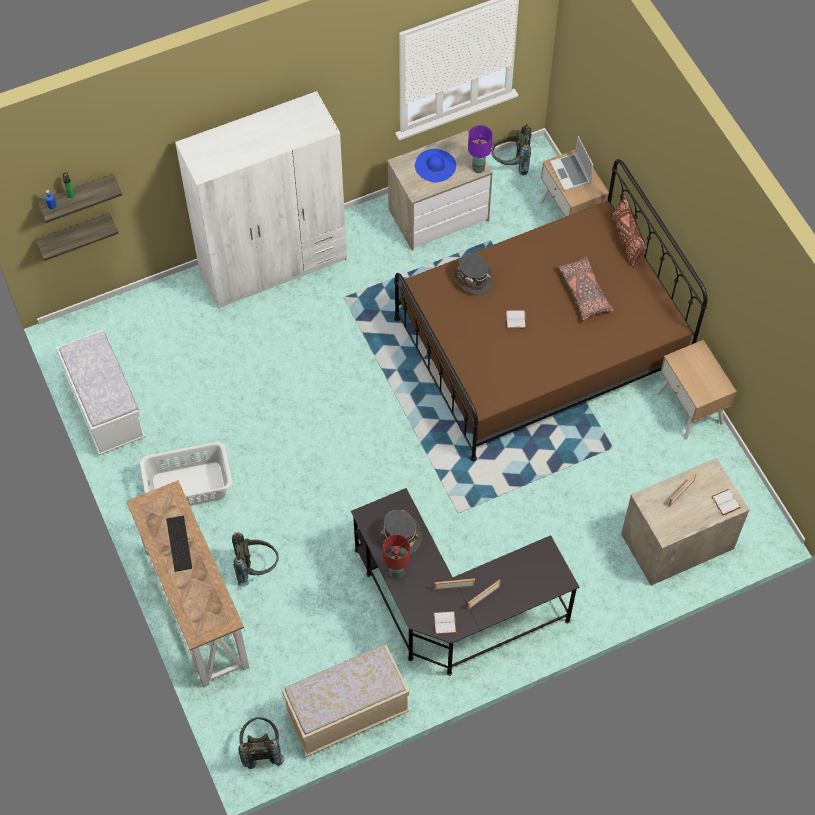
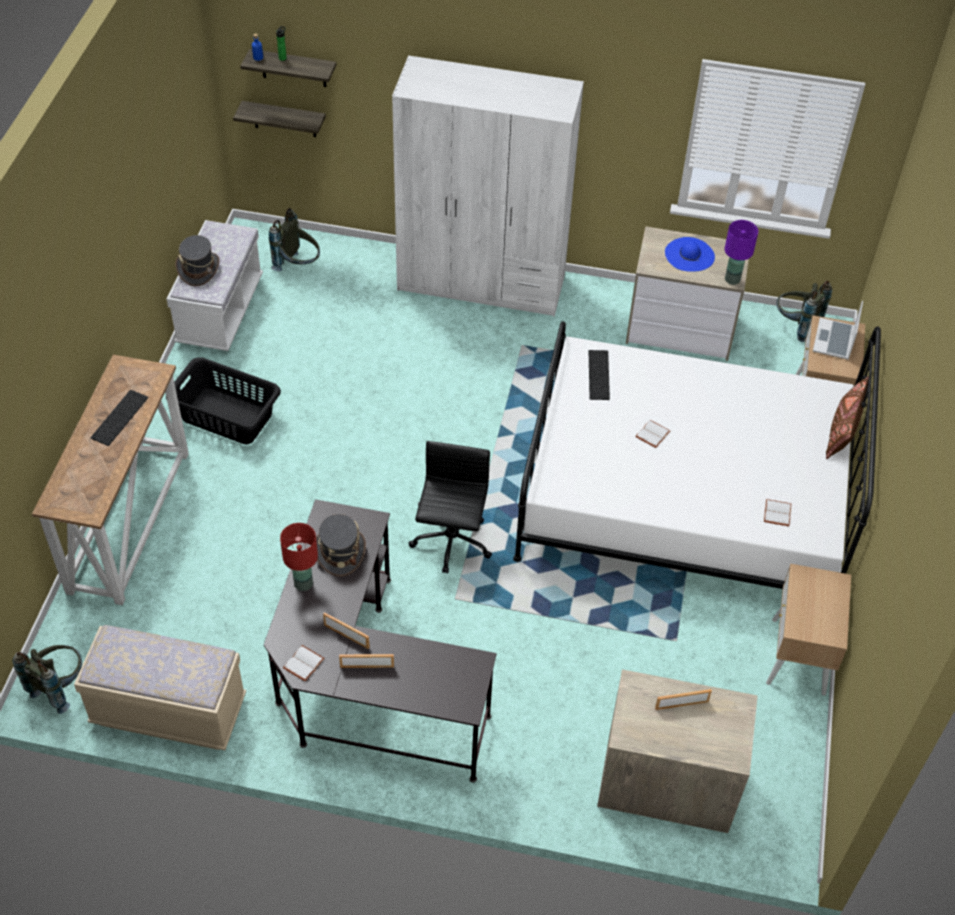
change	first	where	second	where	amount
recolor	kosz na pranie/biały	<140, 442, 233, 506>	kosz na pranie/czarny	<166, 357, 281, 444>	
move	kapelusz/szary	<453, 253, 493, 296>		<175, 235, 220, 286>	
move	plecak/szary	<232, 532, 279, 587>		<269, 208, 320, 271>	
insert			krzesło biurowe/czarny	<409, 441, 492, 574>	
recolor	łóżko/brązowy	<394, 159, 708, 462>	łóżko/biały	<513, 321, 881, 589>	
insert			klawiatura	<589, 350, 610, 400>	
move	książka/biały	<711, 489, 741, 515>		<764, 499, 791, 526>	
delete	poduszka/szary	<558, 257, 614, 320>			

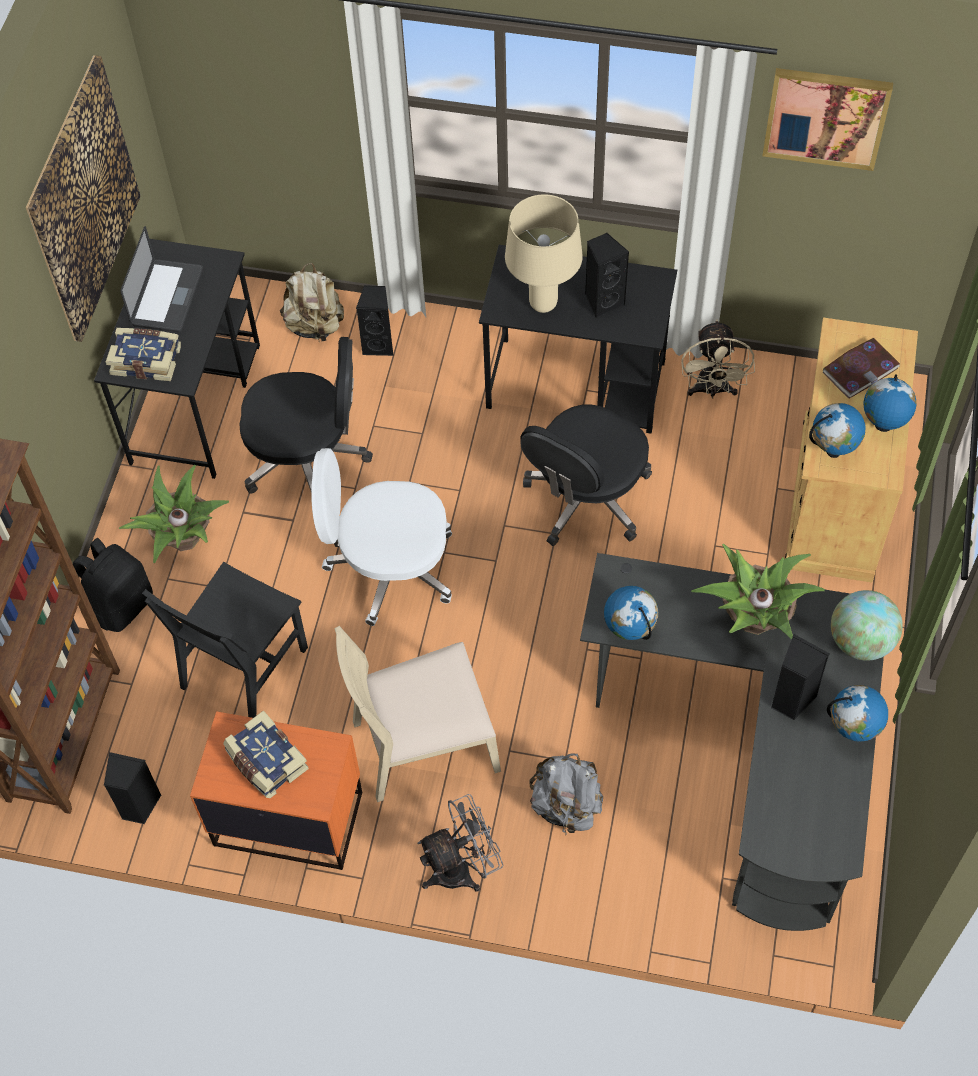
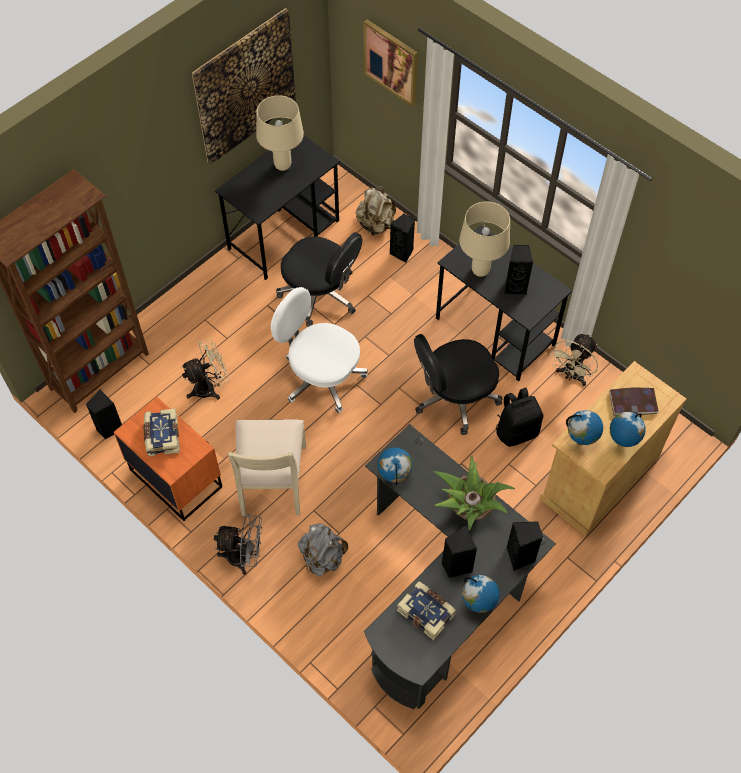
change	first	where	second	where	amount
replace	krzesło/czarny	<142, 562, 308, 718>	wentylator/beżowy	<181, 338, 230, 399>	
rotate	krzesło/beżowy	<334, 626, 501, 802>		<228, 419, 306, 516>	105 degrees counterclockwise
replace	laptop	<120, 226, 203, 332>	lampa stołowa/beżowy	<256, 95, 304, 171>	
move	obraz	<762, 68, 893, 171>		<364, 19, 418, 106>	
move	książka	<106, 328, 181, 381>		<397, 581, 456, 640>	
move	plecak/czarny	<73, 538, 153, 632>		<496, 388, 543, 447>	
replace	globus	<831, 590, 903, 661>	głośnik/czarny	<506, 521, 543, 571>	
delete	roślina doniczkowa	<119, 465, 229, 563>			

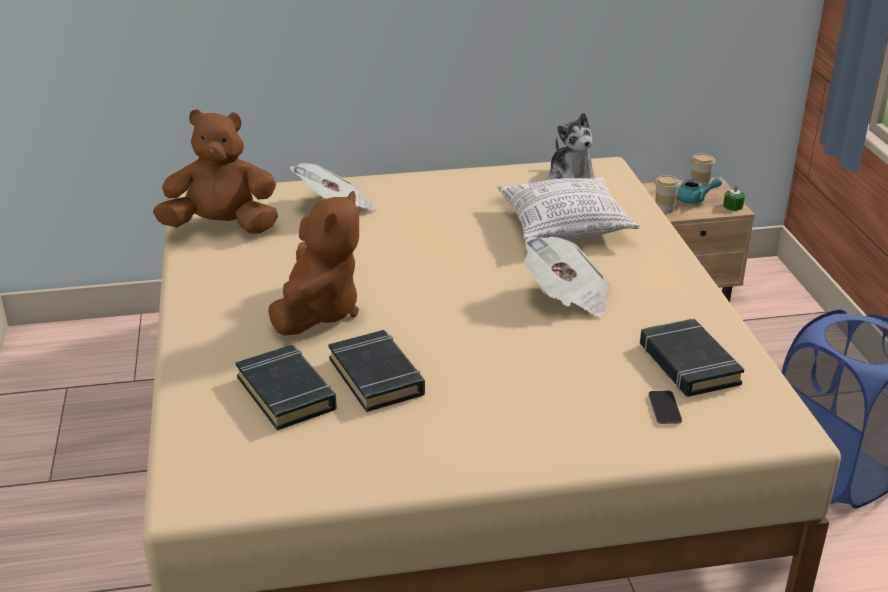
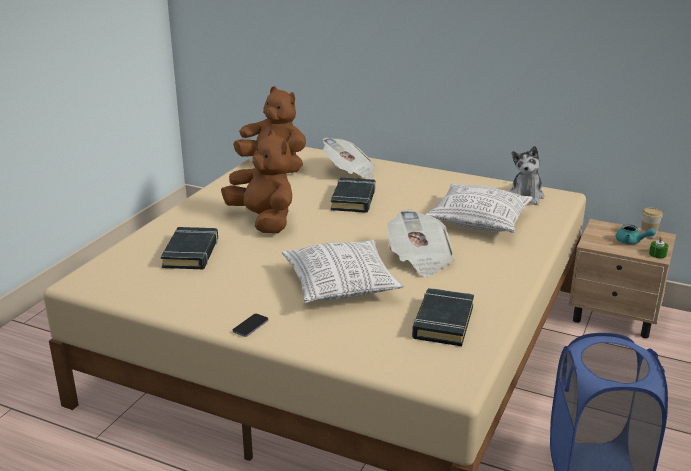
change	first	where	second	where	amount
rotate	pluszak/brązowy	<268, 191, 359, 336>		<221, 130, 292, 233>	90 degrees counterclockwise
move	telefon	<649, 391, 682, 424>		<233, 314, 268, 337>	
insert			poduszka	<282, 240, 404, 303>	
move	książka/czarny	<329, 330, 425, 412>		<331, 178, 376, 213>	
delete	filiżanka	<655, 175, 680, 214>			

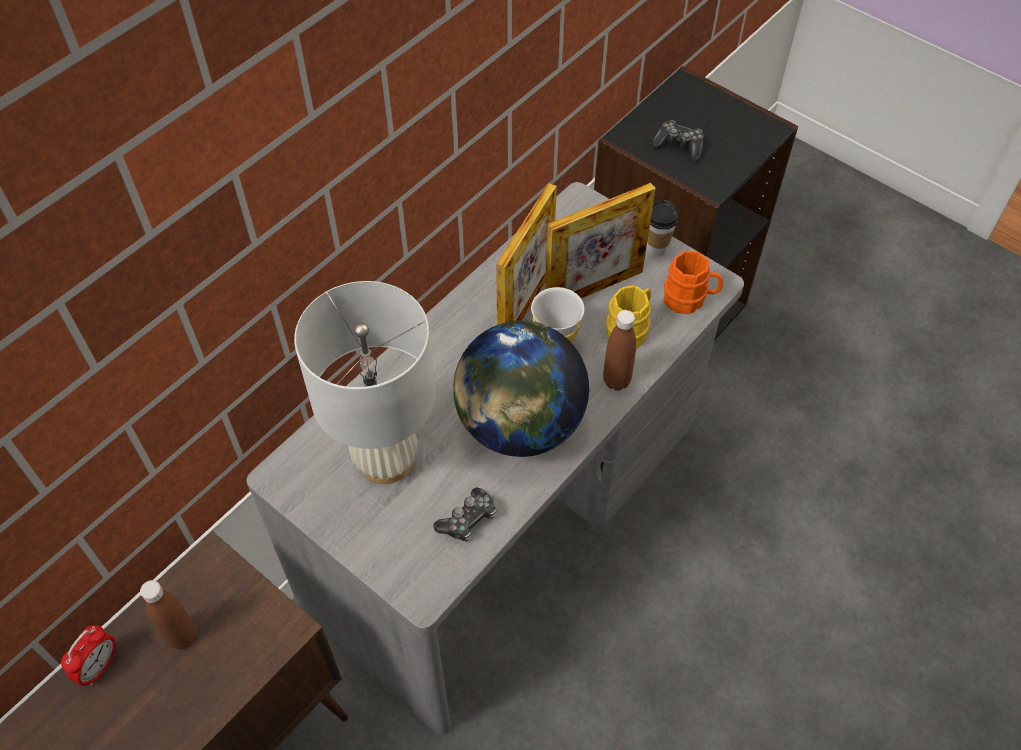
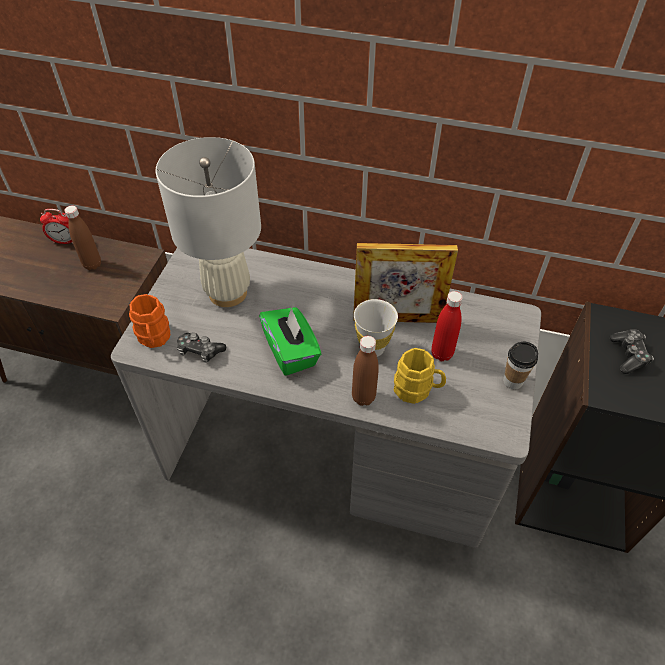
change	first	where	second	where	amount
move	kubek/pomarańczowy	<664, 250, 723, 314>		<129, 294, 171, 348>	
replace	globus	<453, 321, 589, 457>	pudełko chusteczek/zielony	<259, 307, 321, 376>	
replace	ramka na zdjęcie	<545, 183, 656, 298>	butelka/czerwony	<431, 291, 463, 361>	

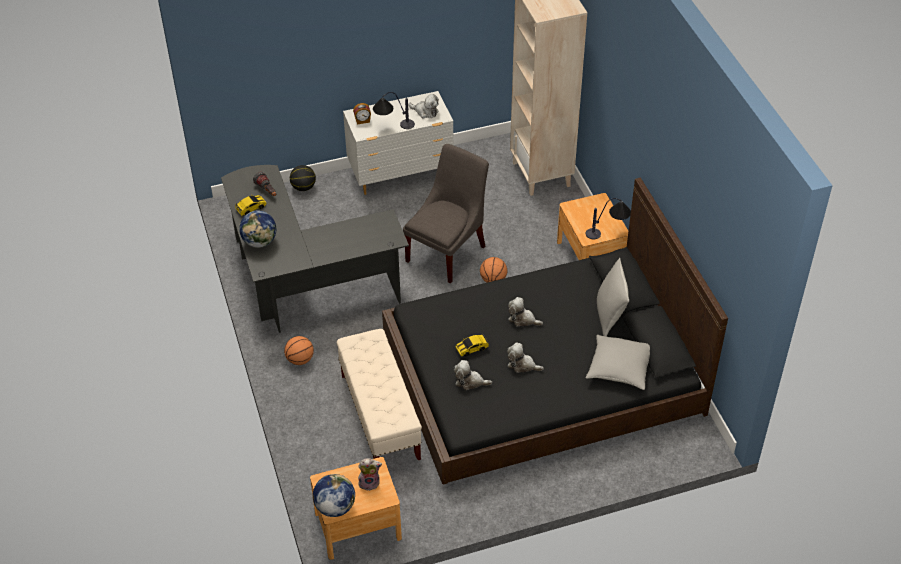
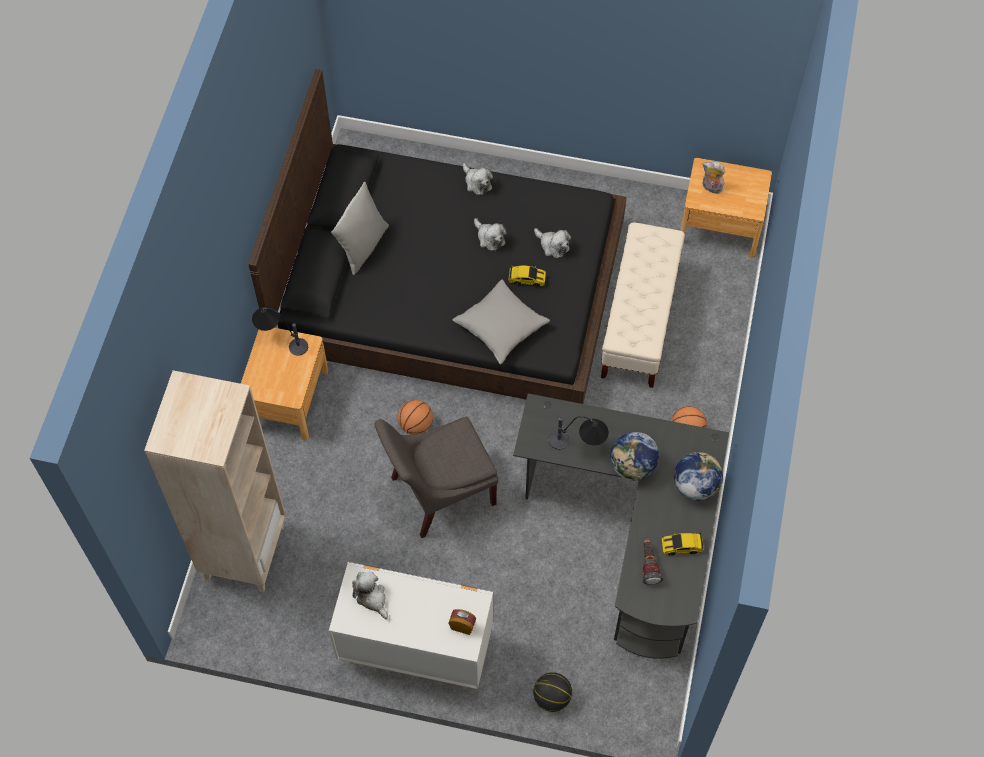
change	first	where	second	where	amount
move	poduszka/szary	<586, 335, 650, 390>		<453, 279, 550, 364>	
move	pluszak	<508, 297, 543, 327>		<463, 163, 493, 195>	
move	lampa stołowa	<373, 92, 415, 129>		<549, 416, 609, 450>	
move	globus	<313, 474, 355, 517>		<610, 432, 659, 481>	

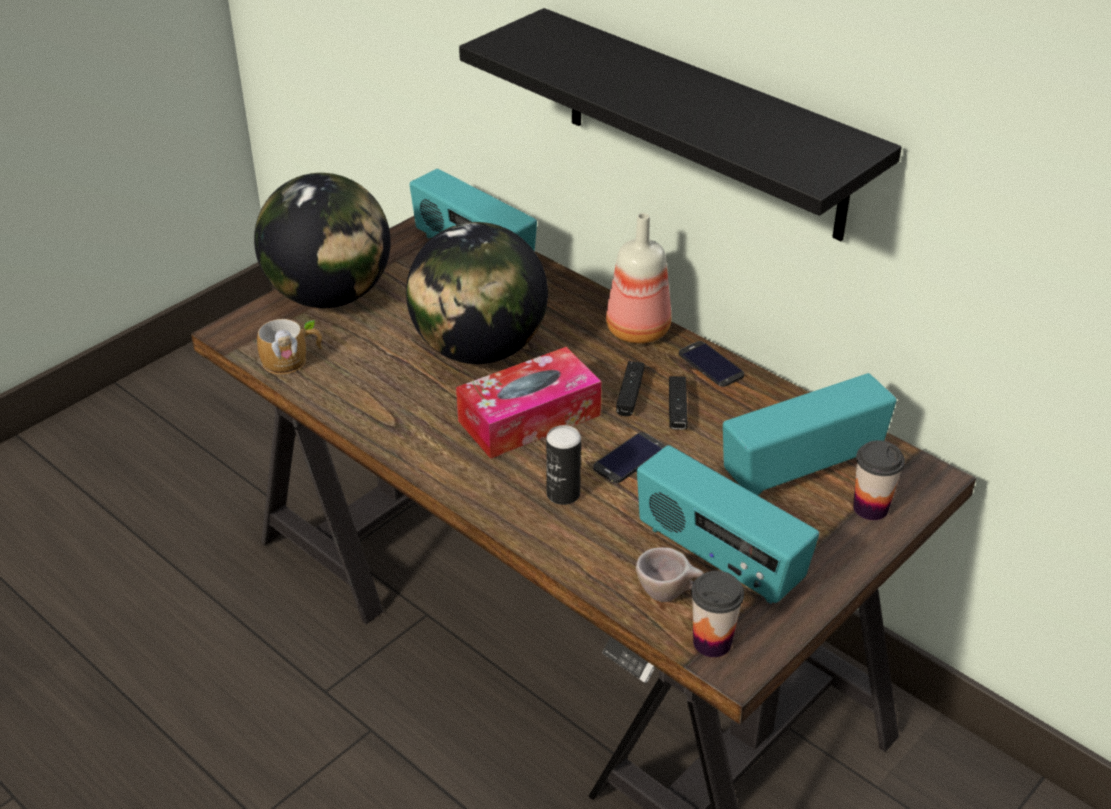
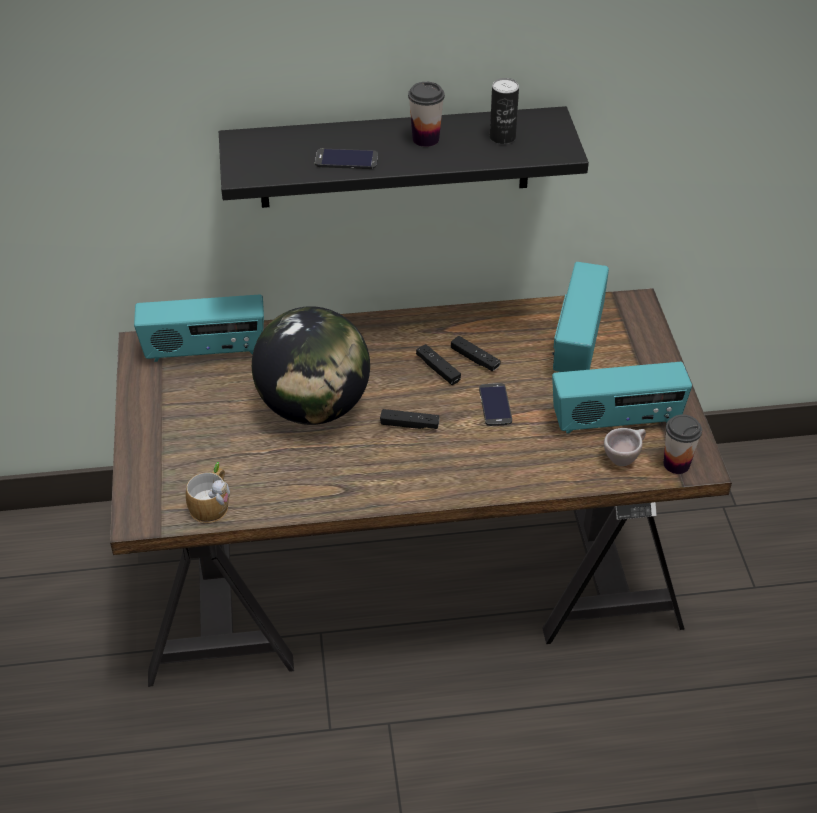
change	first	where	second	where	amount
move	telefon	<679, 341, 744, 387>		<315, 149, 378, 169>	
replace	pudełko chusteczek	<456, 347, 601, 459>	pad do gier/czarny	<380, 409, 439, 429>	
move	filiżanka	<853, 440, 905, 520>		<408, 82, 445, 147>	
move	puszka	<546, 425, 581, 505>		<490, 78, 519, 144>	
delete	globus	<254, 173, 391, 308>			
delete	butelka	<606, 213, 671, 344>			

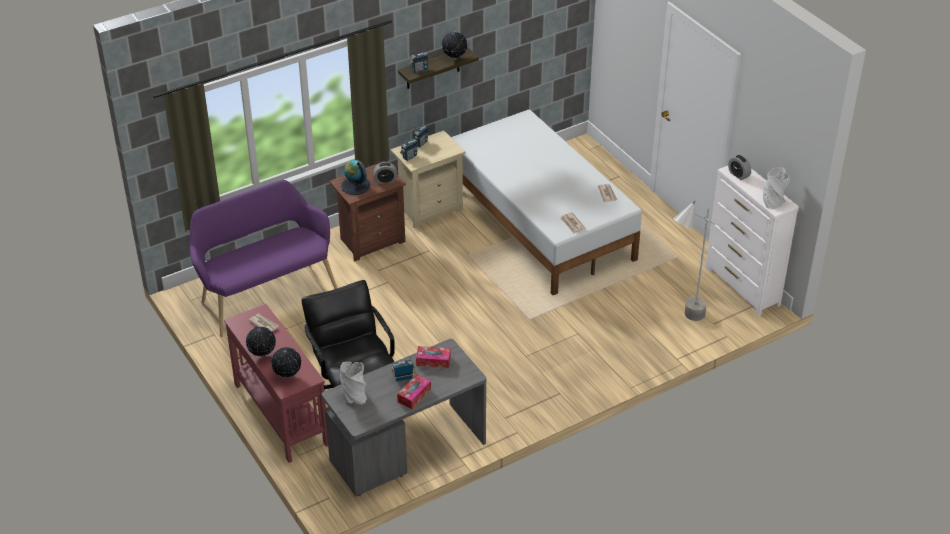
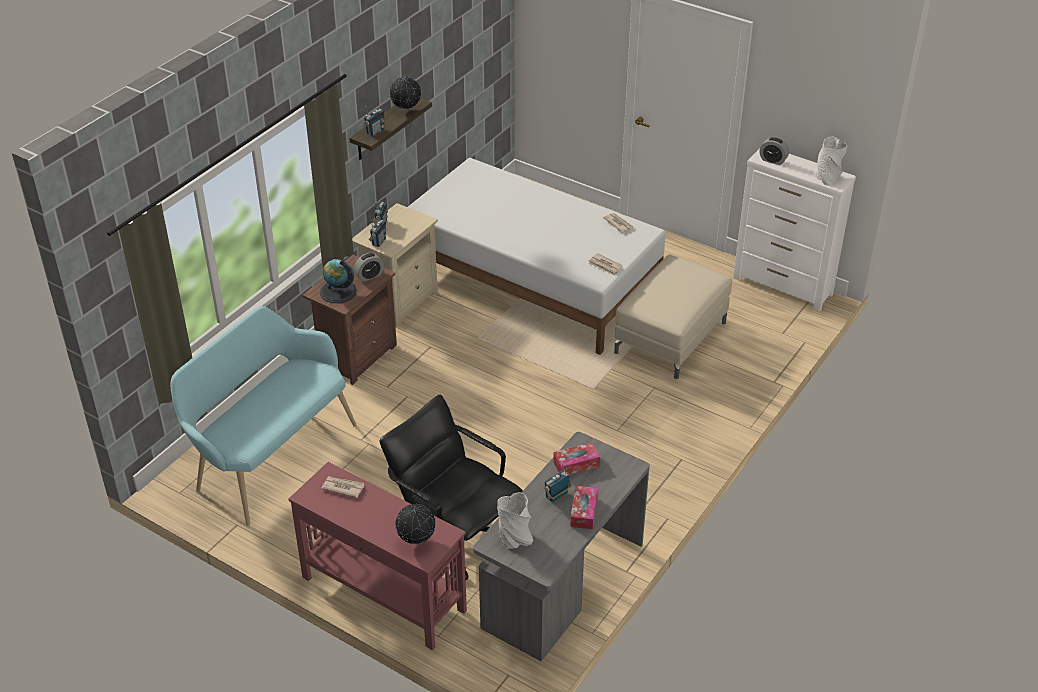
change	first	where	second	where	amount
recolor	ławka/fioletowy	<190, 180, 337, 337>	ławka/turkusowy	<170, 306, 356, 525>	
insert			pufa/beżowy	<614, 254, 732, 380>	
delete	globus	<246, 327, 276, 356>			
delete	lampa stojąca/szary	<674, 201, 715, 321>			

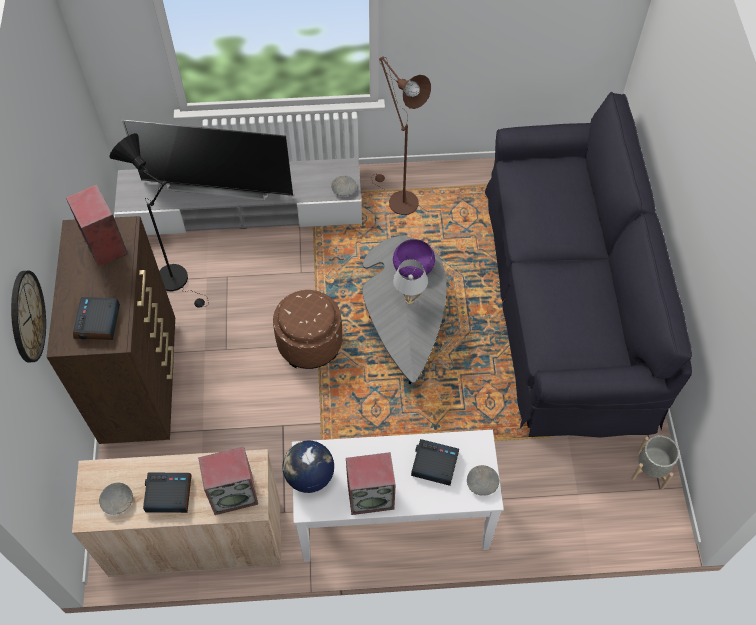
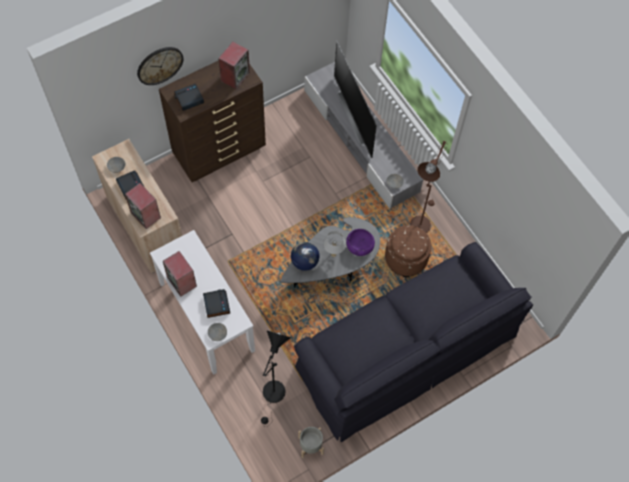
change	first	where	second	where	amount
move	lampa stojąca/czarny	<109, 133, 209, 308>		<261, 330, 291, 427>	
move	globus	<282, 440, 334, 493>		<291, 242, 319, 271>	
move	pufa/brązowy	<273, 290, 342, 369>		<385, 225, 432, 277>	

